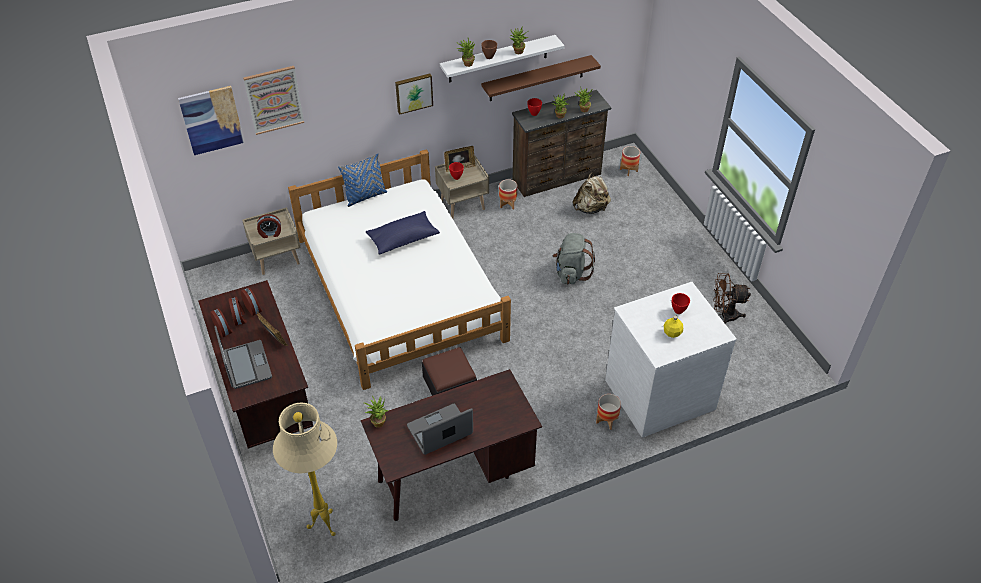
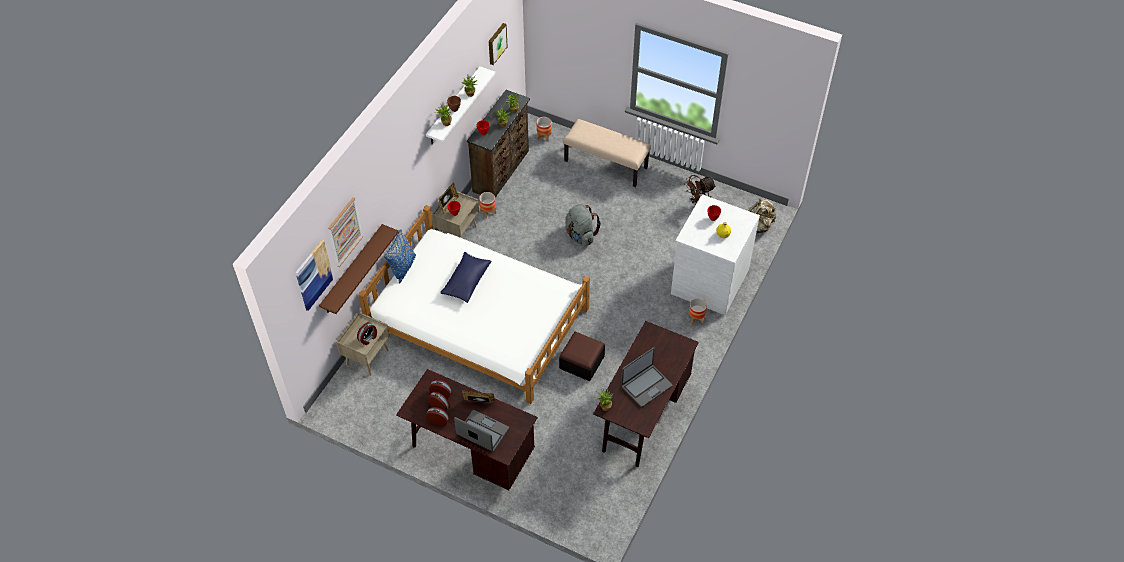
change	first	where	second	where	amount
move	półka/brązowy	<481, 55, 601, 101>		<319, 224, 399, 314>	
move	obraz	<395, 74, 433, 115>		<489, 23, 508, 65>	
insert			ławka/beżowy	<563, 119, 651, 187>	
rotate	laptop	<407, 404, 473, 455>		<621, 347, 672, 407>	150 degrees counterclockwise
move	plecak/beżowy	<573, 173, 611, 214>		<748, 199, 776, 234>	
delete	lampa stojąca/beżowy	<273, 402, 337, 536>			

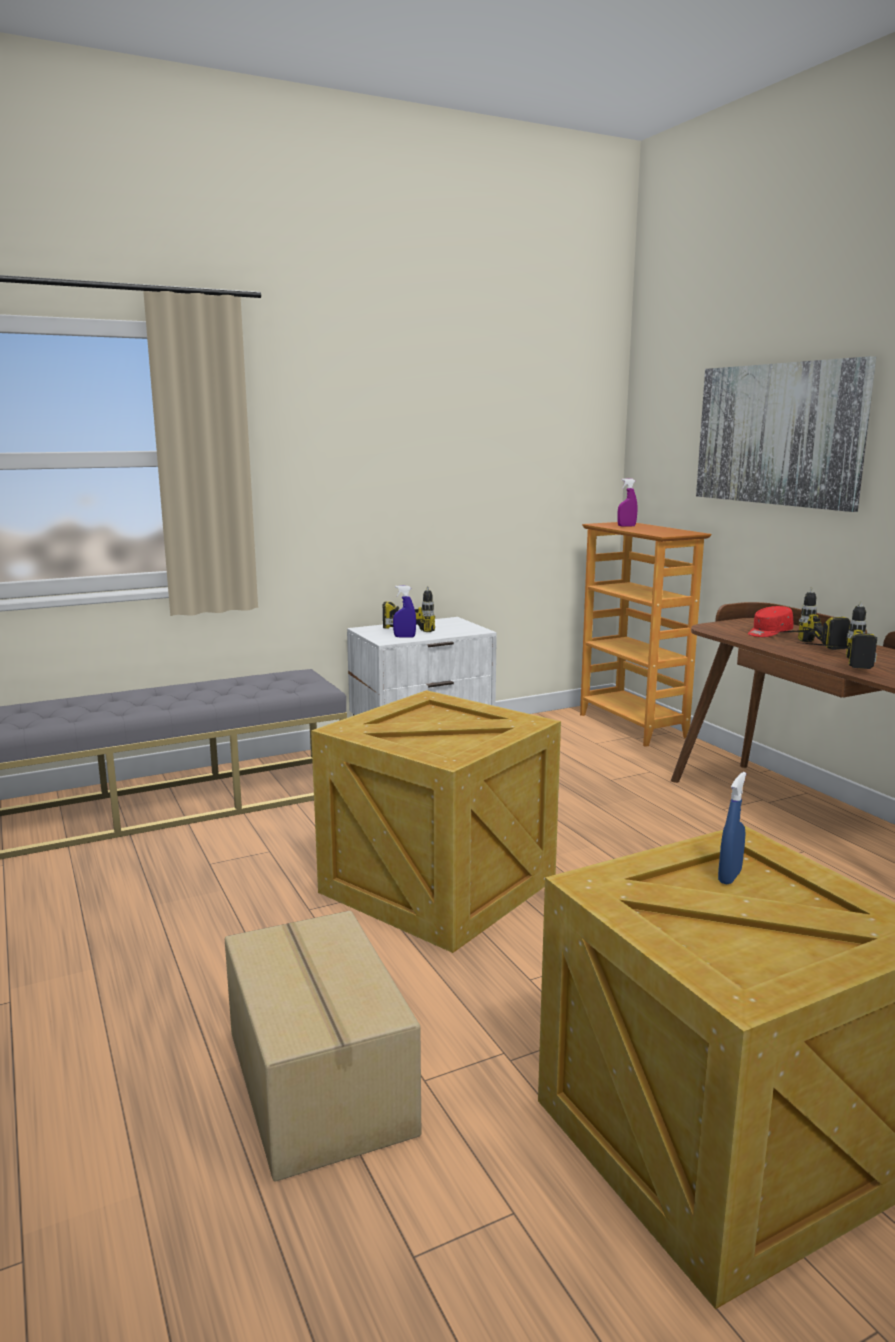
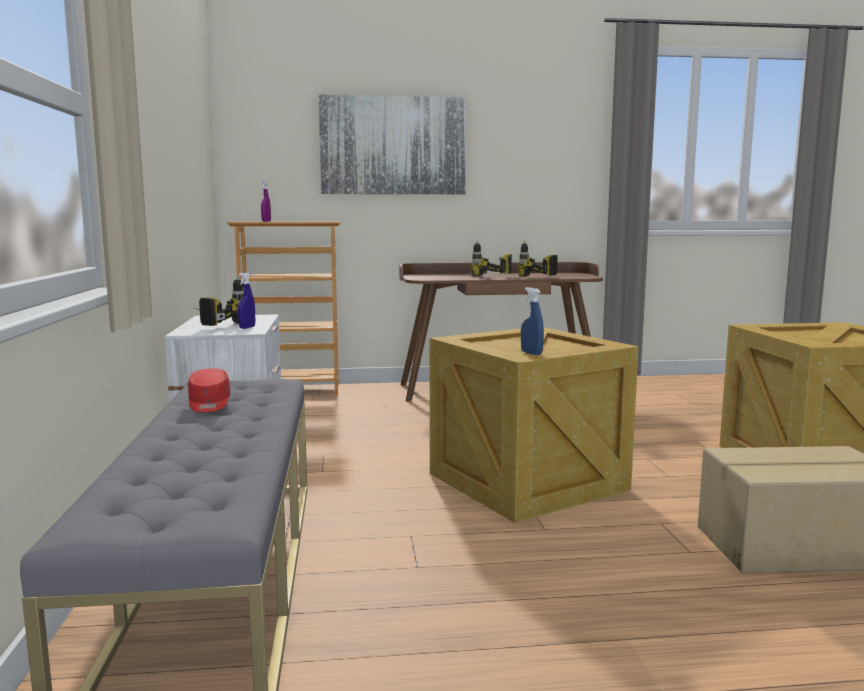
change	first	where	second	where	amount
move	czapka z daszkiem/czerwony	<748, 606, 794, 637>		<188, 368, 231, 412>	
move	spryskiwacz/niebieski	<718, 772, 746, 884>		<521, 287, 544, 355>	

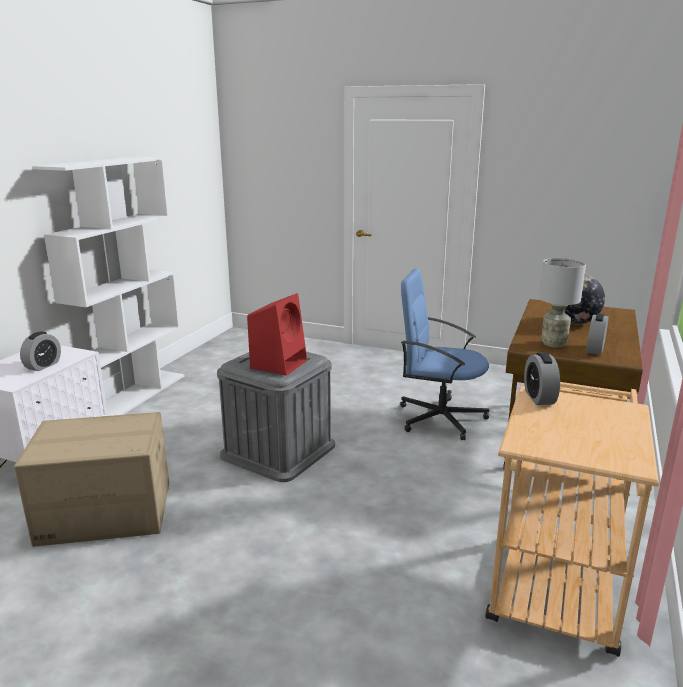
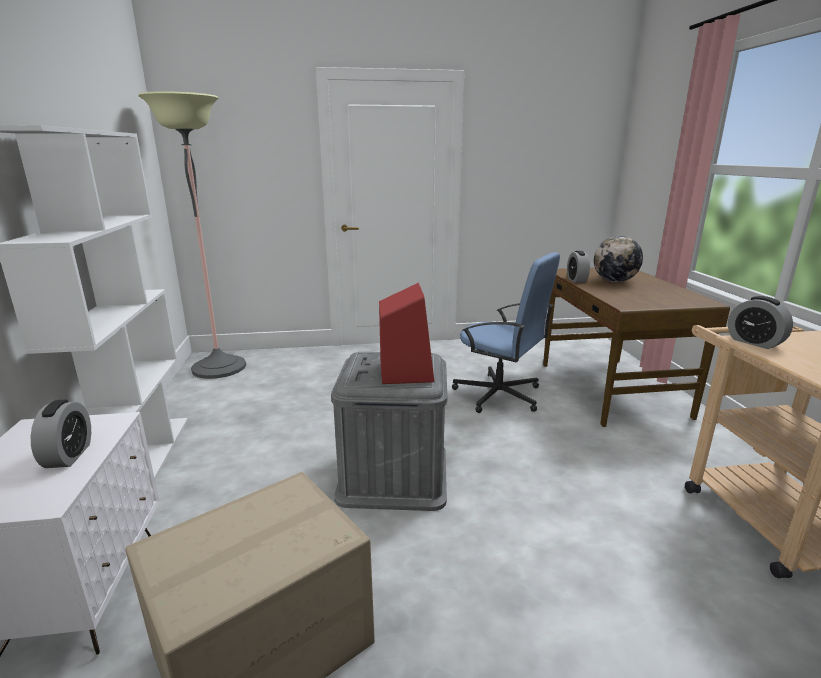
change	first	where	second	where	amount
insert			lampa stojąca	<138, 91, 246, 379>	
rotate	krzesło biurowe/niebieski	<400, 269, 489, 440>		<452, 252, 560, 413>	135 degrees counterclockwise
move	budzik	<586, 313, 608, 355>		<567, 251, 590, 283>	
delete	lampa stołowa/szary	<539, 258, 586, 348>			

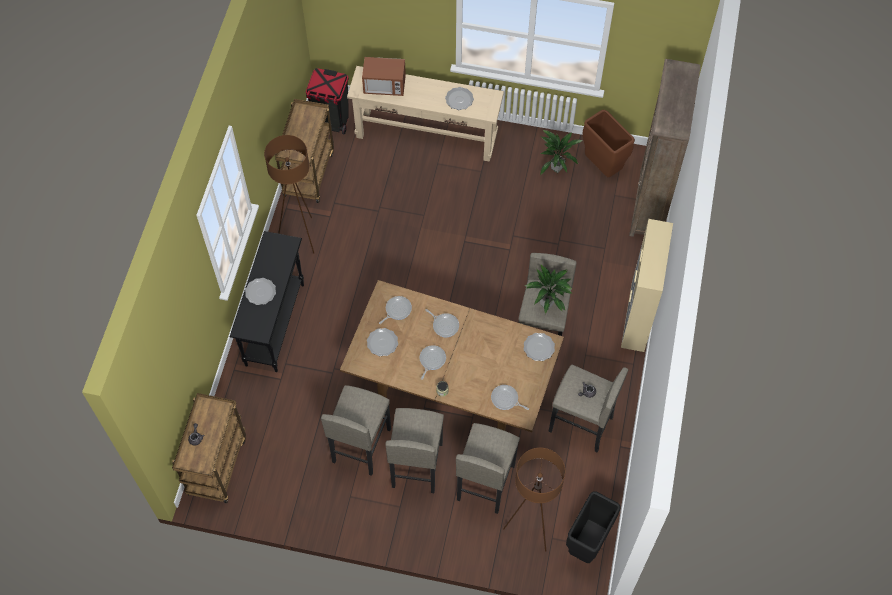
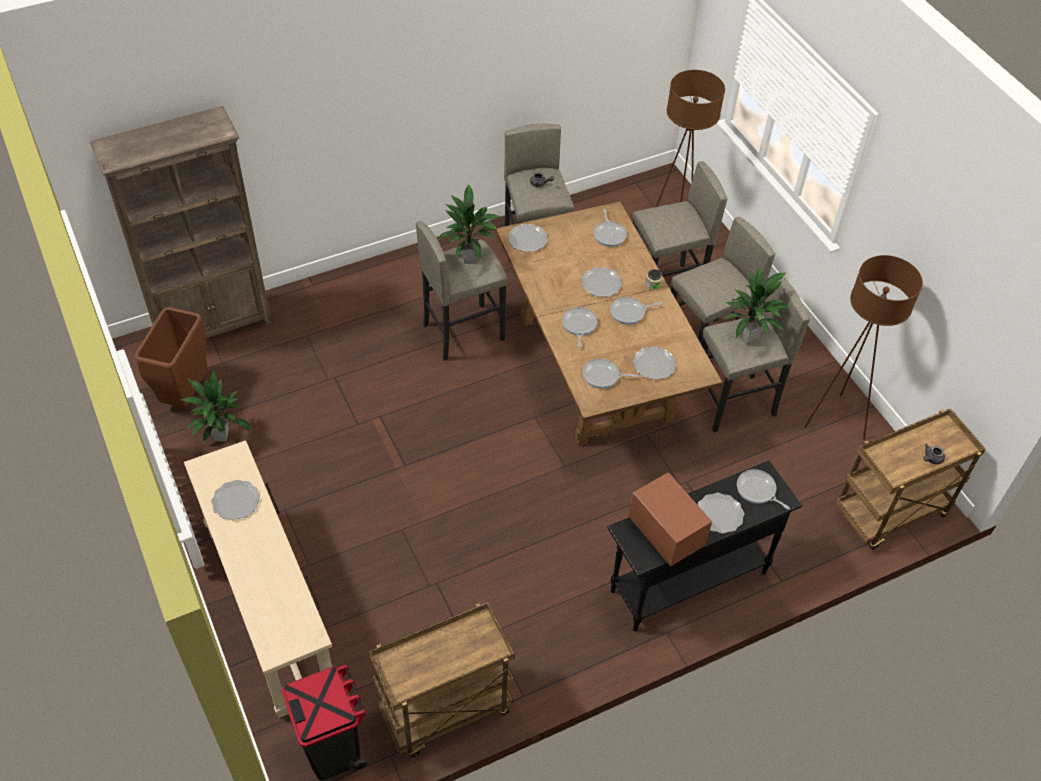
change	first	where	second	where	amount
insert			talerz	<581, 267, 622, 297>	
move	mikrofalówka	<362, 57, 406, 96>		<629, 472, 712, 566>	
insert			roślina doniczkowa	<723, 266, 789, 345>	
insert			patelnia	<737, 469, 790, 510>	
move	lampa stojąca/brązowy	<264, 135, 314, 254>		<804, 255, 923, 440>	
delete	kosz na śmieci/czarny	<566, 491, 621, 563>			
delete	szafka/beżowy	<621, 219, 673, 352>			

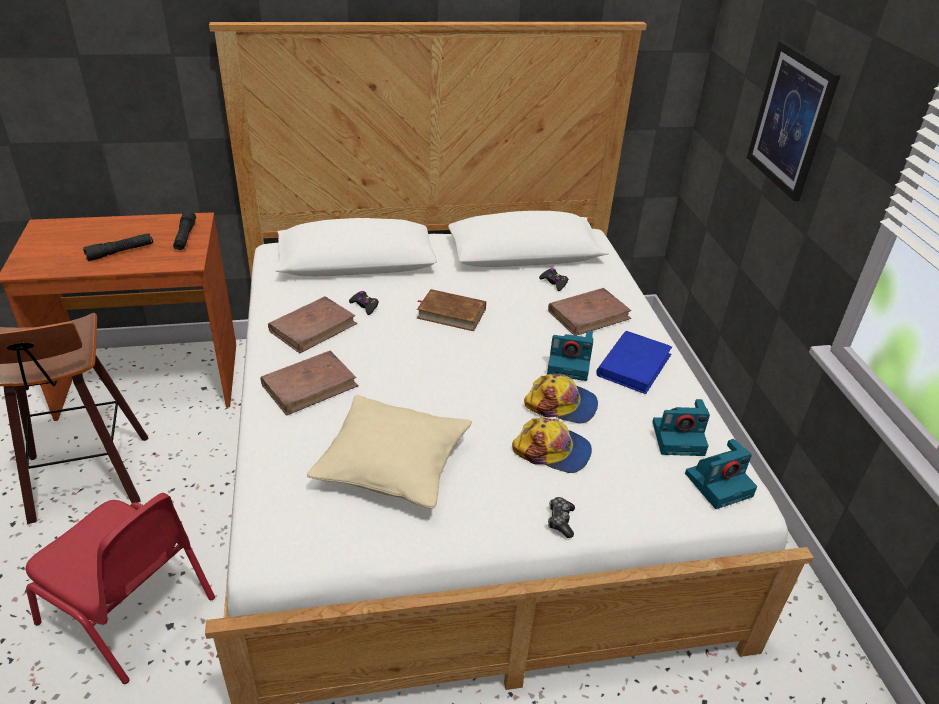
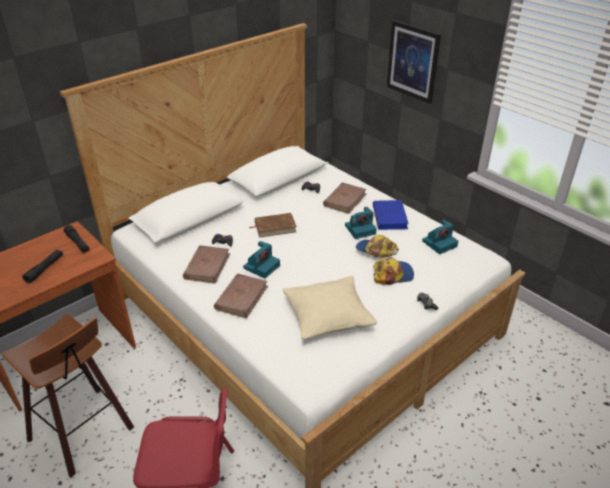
change	first	where	second	where	amount
move	aparat fotograficzny	<685, 439, 757, 509>		<243, 241, 280, 279>	
rotate	czapka z daszkiem	<524, 374, 598, 423>		<356, 235, 399, 258>	135 degrees counterclockwise

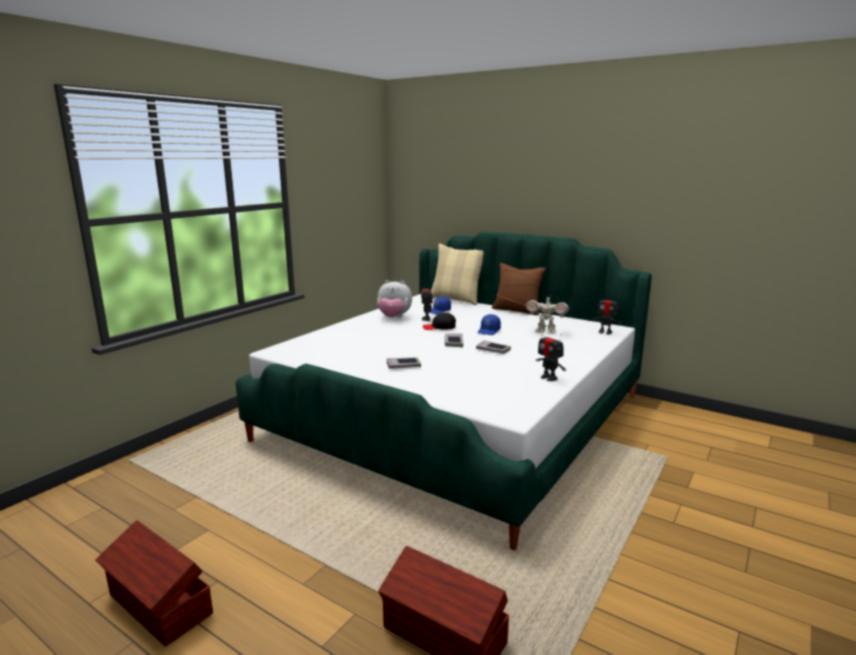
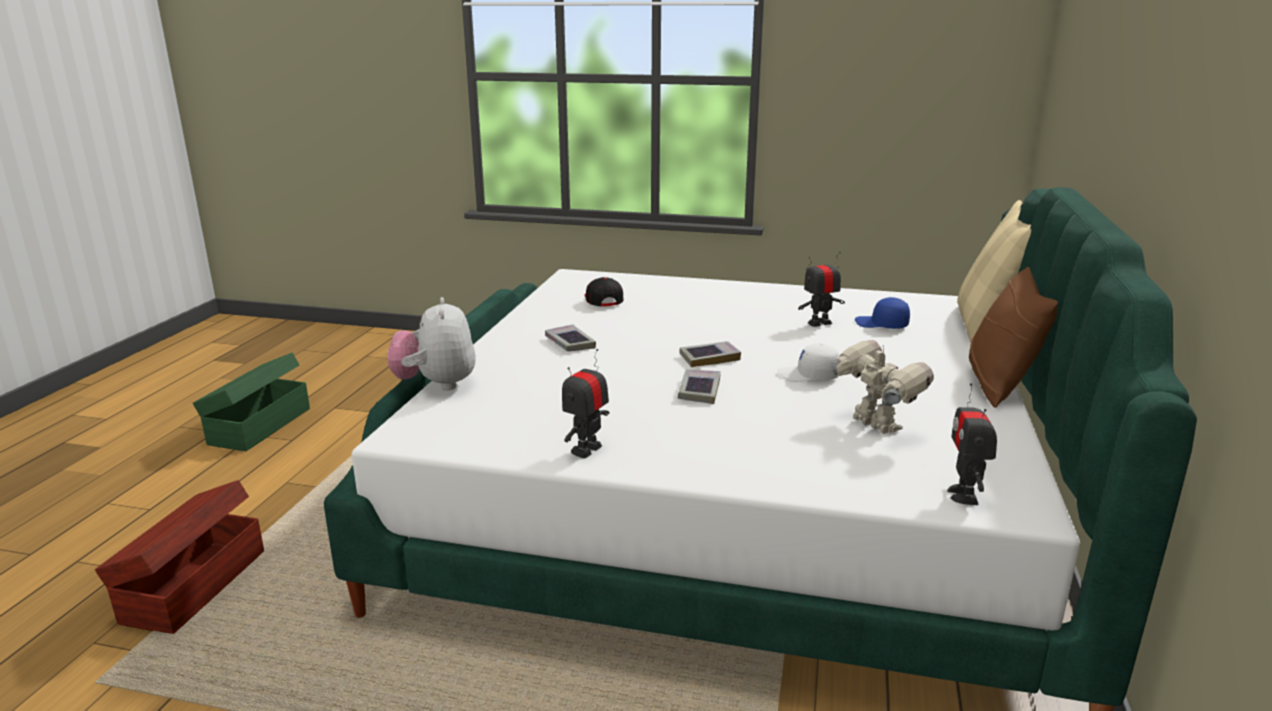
change	first	where	second	where	amount
recolor	pojemnik do przechowywania/brązowy	<95, 520, 213, 647>	pojemnik do przechowywania/zielony	<193, 353, 310, 451>	
move	pluszak	<377, 280, 412, 317>		<388, 297, 476, 390>	
move	czapka z daszkiem/czarny	<423, 313, 456, 330>		<584, 277, 624, 306>	
recolor	czapka z daszkiem/niebieski	<477, 314, 501, 335>	czapka z daszkiem/biały	<778, 343, 840, 382>	
rotate	robot zabawkowy	<526, 294, 569, 334>		<830, 340, 934, 434>	150 degrees clockwise

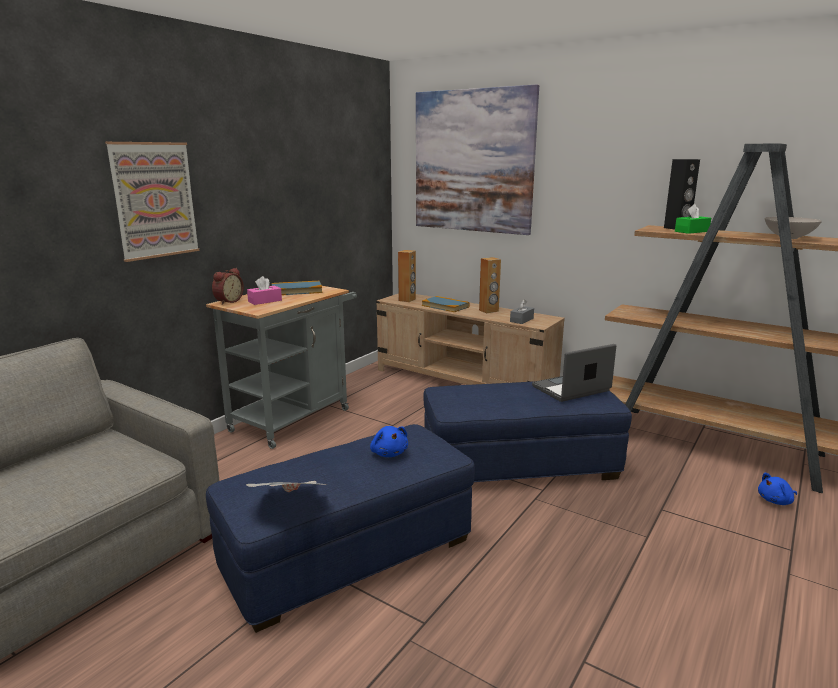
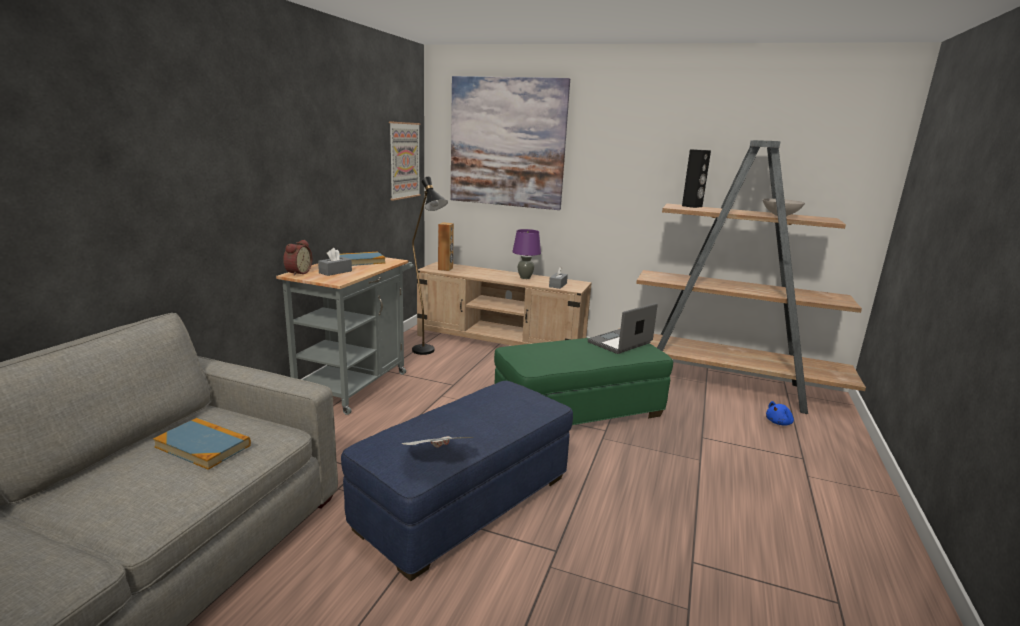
change	first	where	second	where	amount
move	książka	<422, 296, 470, 312>		<153, 418, 251, 470>	
recolor	pudełko chusteczek/różowy	<247, 276, 282, 305>	pudełko chusteczek/szary	<318, 248, 352, 276>	
move	obraz	<105, 142, 199, 262>		<389, 121, 421, 201>	
insert			lampa stojąca/czarny	<412, 177, 448, 355>	
recolor	pufa/niebieski	<423, 381, 632, 482>	pufa/zielony	<494, 338, 673, 425>	
replace	głośnik/brązowy	<479, 257, 501, 313>	lampa stołowa/fioletowy	<512, 229, 541, 279>	
delete	pluszak/niebieski	<370, 426, 408, 457>			
delete	pudełko chusteczek/zielony	<675, 204, 711, 234>			

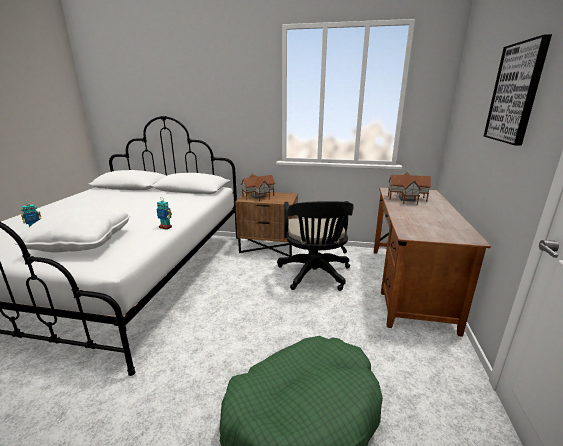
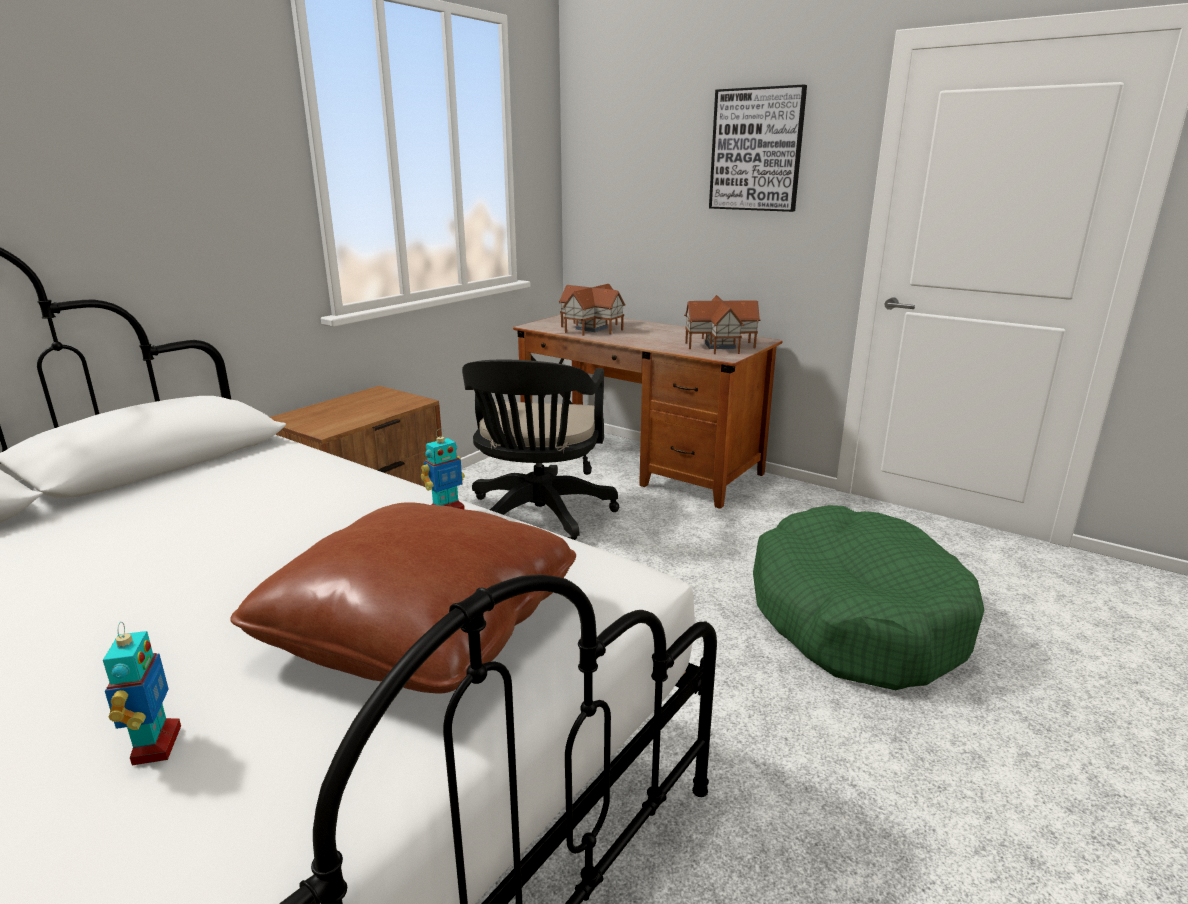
change	first	where	second	where	amount
recolor	poduszka/biały	<14, 208, 130, 253>	poduszka/brązowy	<230, 502, 576, 693>	
rotate	krzesło biurowe/czarny	<277, 201, 354, 291>		<462, 360, 620, 540>	75 degrees clockwise
move	domek	<241, 174, 275, 201>		<684, 295, 760, 354>	

